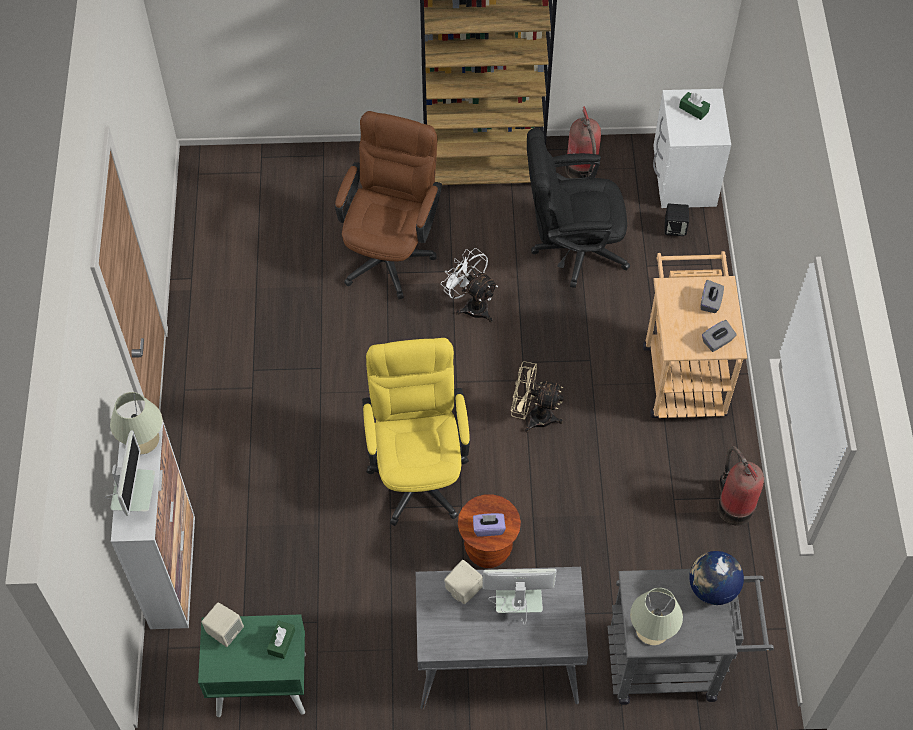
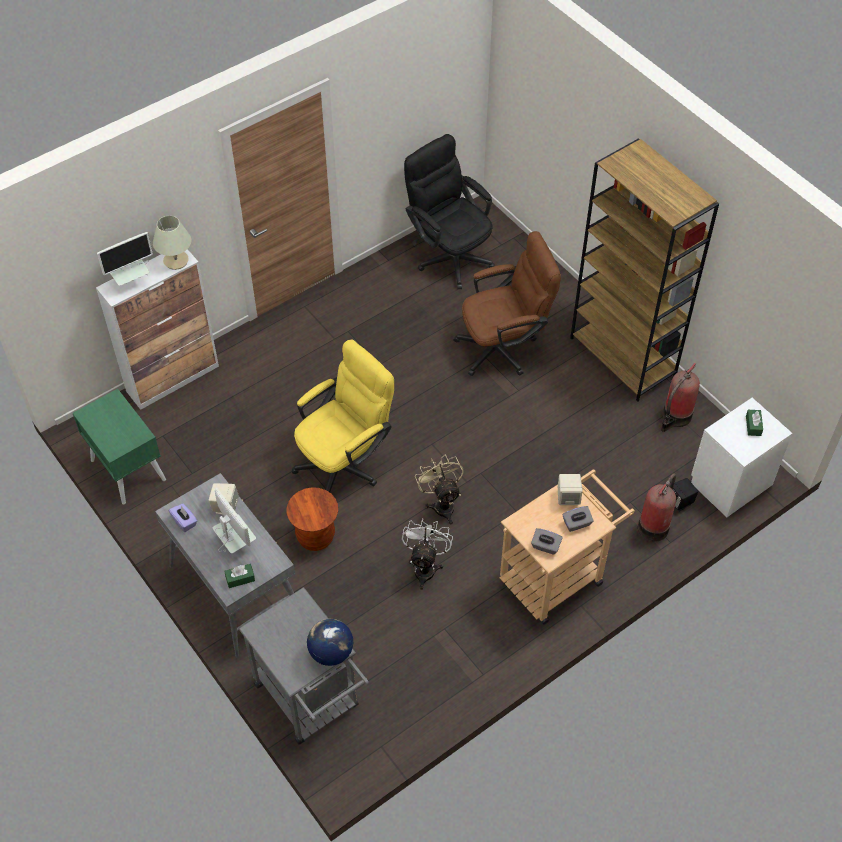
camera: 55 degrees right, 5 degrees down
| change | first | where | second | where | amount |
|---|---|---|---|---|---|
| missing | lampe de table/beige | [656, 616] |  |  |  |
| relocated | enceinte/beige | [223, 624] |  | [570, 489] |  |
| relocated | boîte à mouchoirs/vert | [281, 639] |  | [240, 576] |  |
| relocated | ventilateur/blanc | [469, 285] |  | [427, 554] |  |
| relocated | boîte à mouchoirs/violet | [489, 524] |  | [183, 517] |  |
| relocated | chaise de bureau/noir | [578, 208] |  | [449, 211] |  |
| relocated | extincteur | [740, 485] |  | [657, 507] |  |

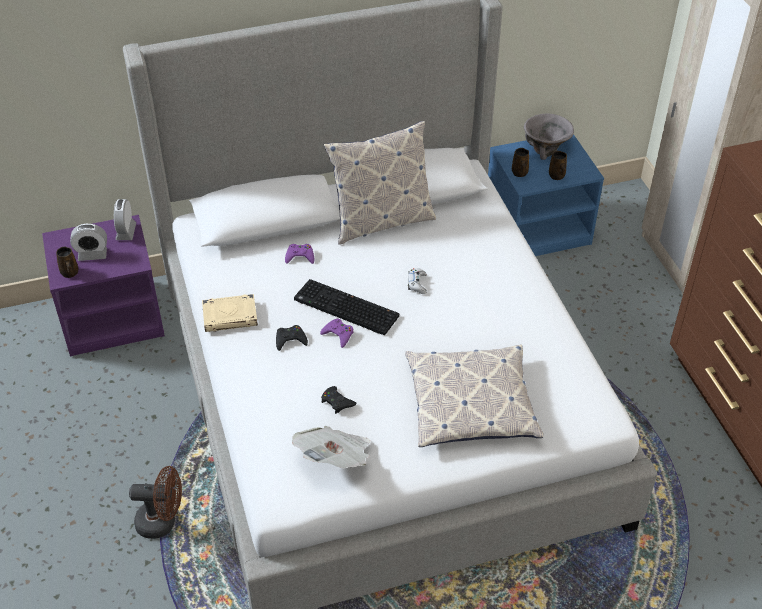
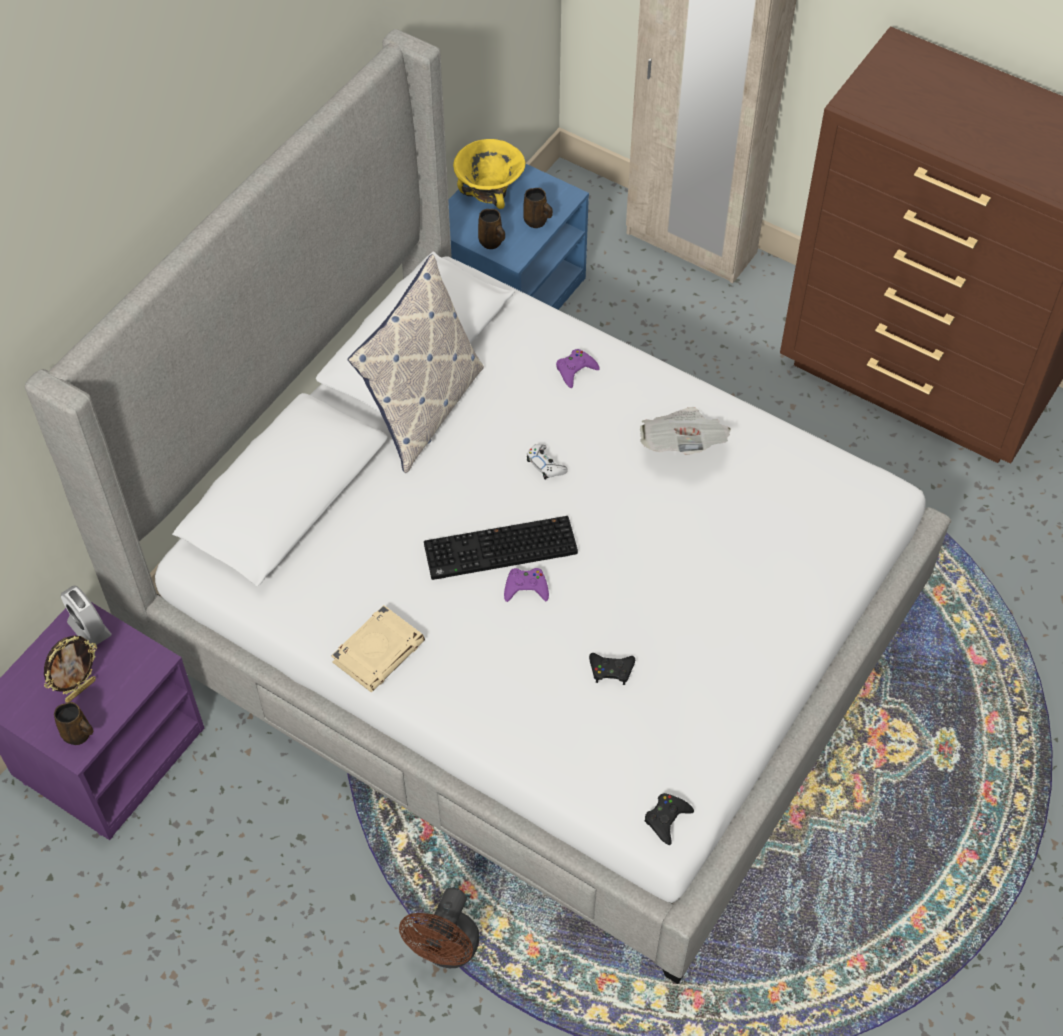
camera: 40 degrees left, 10 degrees up
| change | first | where | second | where | amount |
|---|---|---|---|---|---|
| missing | coussin | [474, 395] |  |  |  |
| relocated | manette/noir | [292, 338] |  | [669, 819] |  |
| relocated | manette/violet | [299, 254] |  | [578, 368] |  |
| relocated | journal | [331, 447] |  | [685, 431] |  |
| exchanged | réveil | [88, 242] | cadre photo | [70, 668] |  |
| colour | bol/gris | [549, 137] | bol/jaune | [489, 174] |  |
| spun | ventilateur/marron | [155, 502] |  | [439, 927] | 150 degrees clockwise |

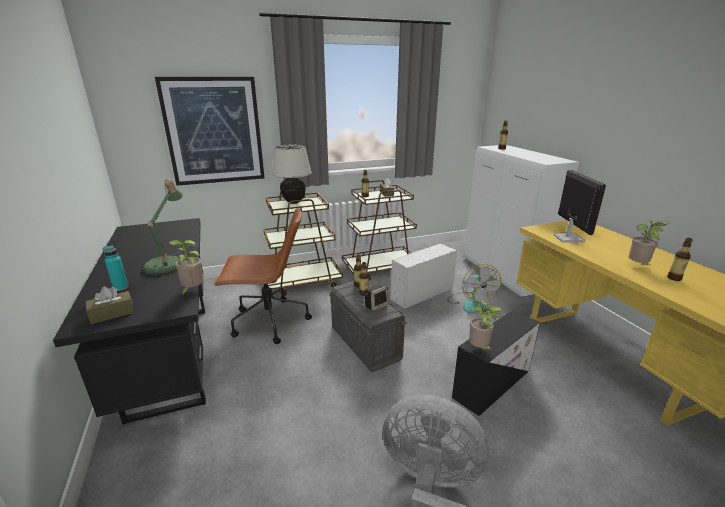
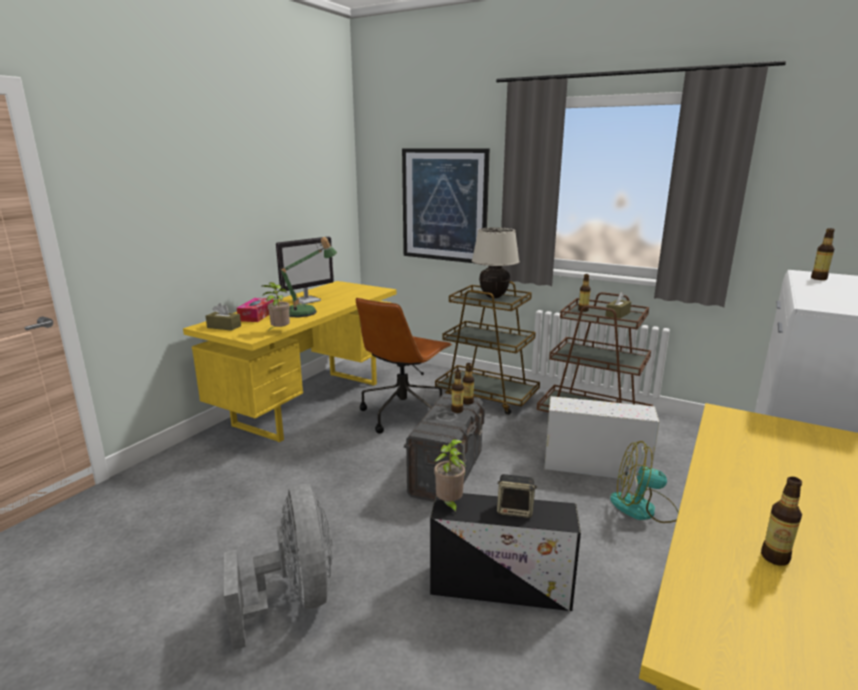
camera: 50 degrees right, 5 degrees down
| change | first | where | second | where | amount |
|---|---|---|---|---|---|
| missing | plante en pot | [649, 243] |  |  |  |
| relocated | enceinte | [377, 297] |  | [517, 496] |  |
| relocated | écran d'ordinateur | [579, 206] |  | [305, 270] |  |
| exchanged | bouteille/turquoise | [116, 268] | boîte à mouchoirs | [255, 310] |  |
| colour | bureau/noir | [129, 321] | bureau/jaune | [290, 361] |  |
| spun | chaise de bureau/marron | [263, 275] |  | [404, 366] | 75 degrees clockwise |
| spun | ventilateur | [474, 289] |  | [644, 482] | 60 degrees clockwise |

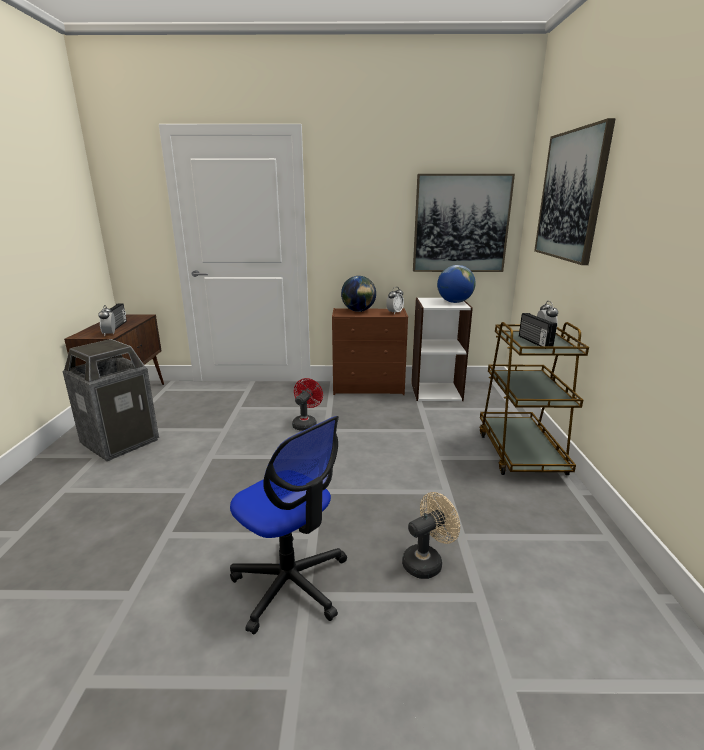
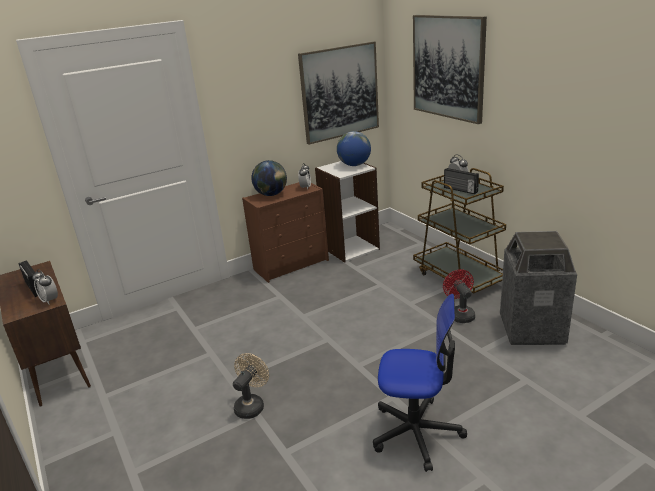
camera: 30 degrees left, 5 degrees up
| change | first | where | second | where | amount |
|---|---|---|---|---|---|
| relocated | poubelle | [111, 400] |  | [538, 288] |  |
| relocated | ventilateur/rouge | [307, 404] |  | [459, 296] |  |
| relocated | ventilateur/beige | [431, 535] |  | [251, 386] |  |

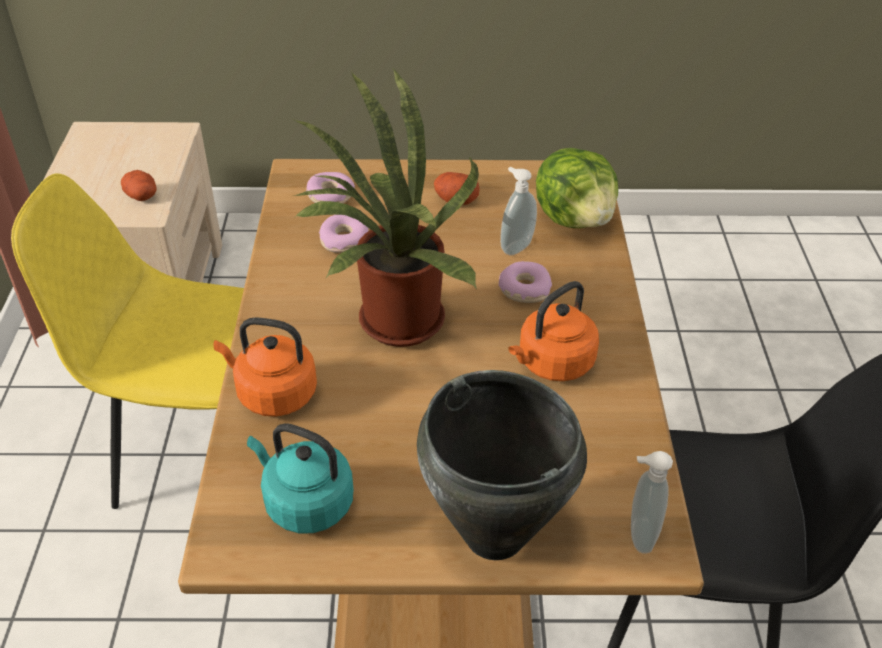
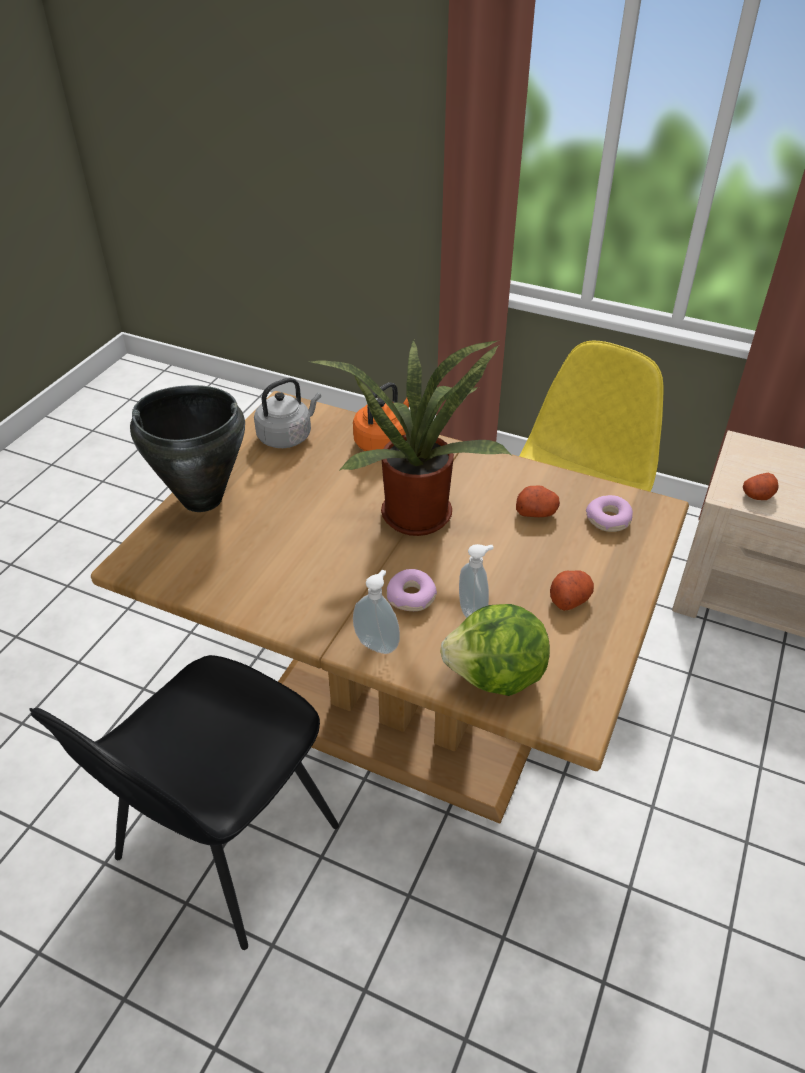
camera: 115 degrees right, 0 degrees up
| change | first | where | second | where | amount |
|---|---|---|---|---|---|
| missing | bouilloire/orange | [553, 331] |  |  |  |
| relocated | distributeur de savon | [652, 502] |  | [376, 611] |  |
| exchanged | beignet | [344, 234] | pomme de terre | [538, 501] |  |
| colour | bouilloire/turquoise | [300, 478] | bouilloire/gris | [287, 413] |  |

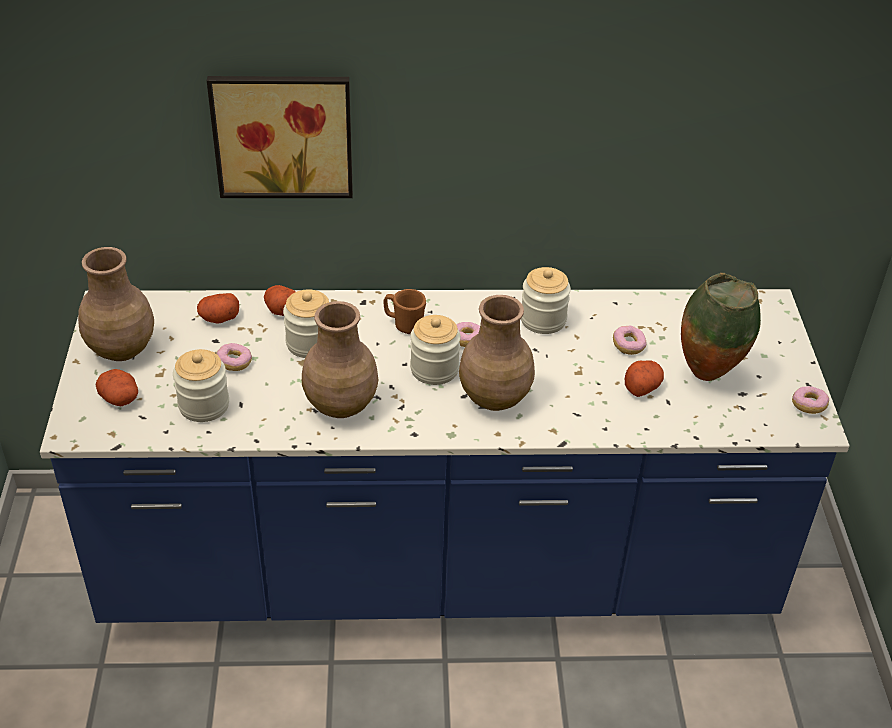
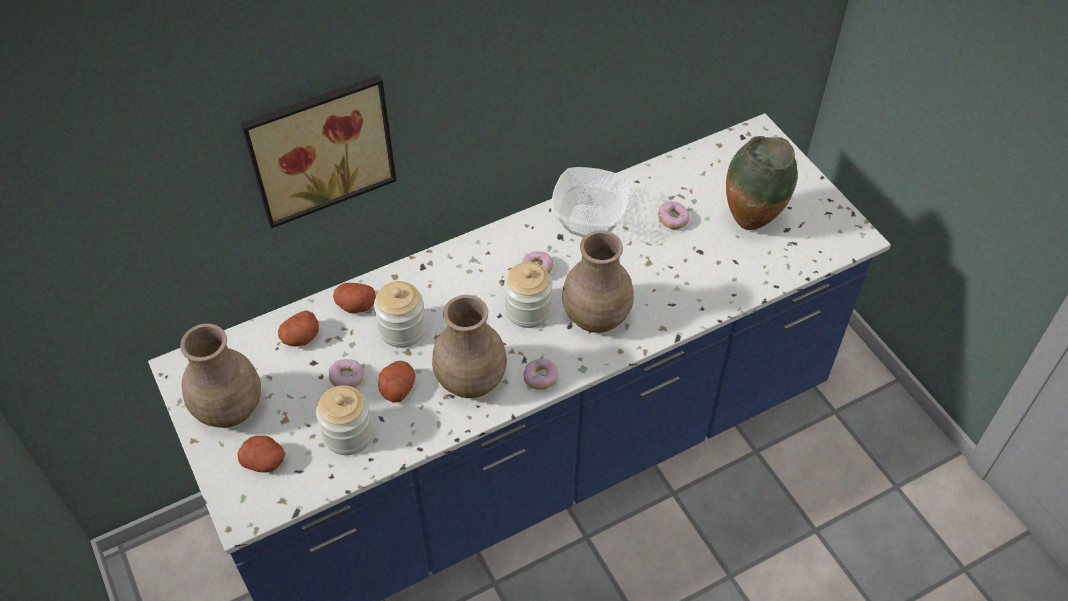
camera: 25 degrees left, 10 degrees up
| change | first | where | second | where | amount |
|---|---|---|---|---|---|
| missing | mug/marron | [405, 311] |  |  |  |
| relocated | pomme de terre | [644, 379] |  | [396, 382] |  |
| relocated | beignet | [810, 400] |  | [541, 374] |  |
| exchanged | bocal | [546, 300] | bol | [591, 202] |  |

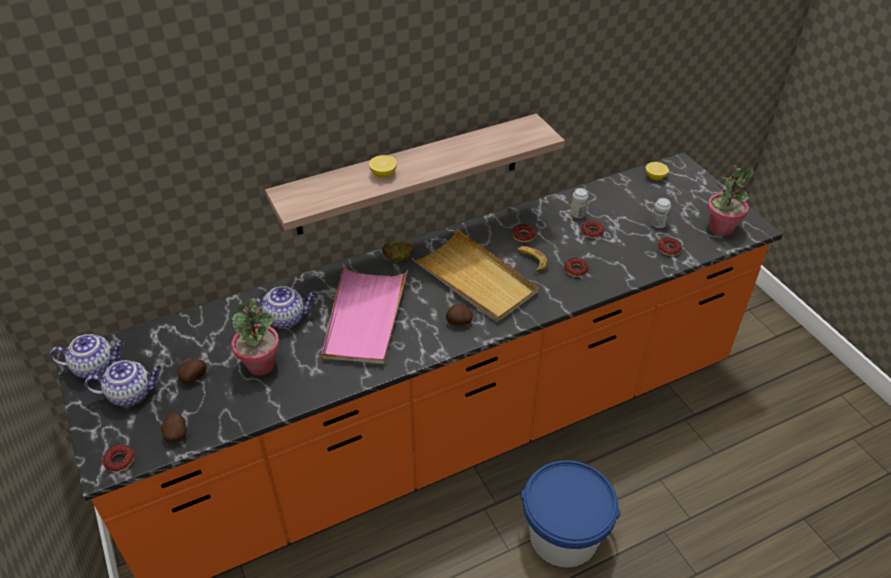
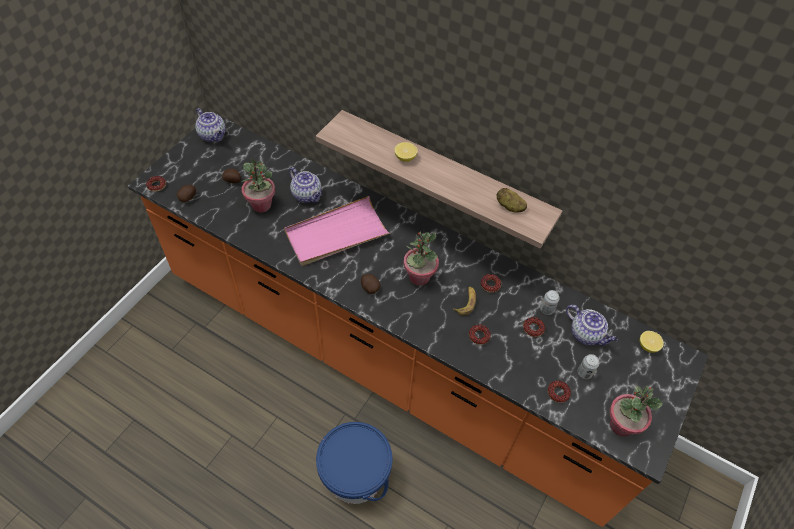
camera: 55 degrees right, 10 degrees up
| change | first | where | second | where | amount |
|---|---|---|---|---|---|
| relocated | théière | [123, 383] |  | [592, 325] |  |
| relocated | pomme de terre | [397, 250] |  | [512, 200] |  |
| exchanged | plateau/beige | [475, 275] | plante en pot | [421, 258] |  |

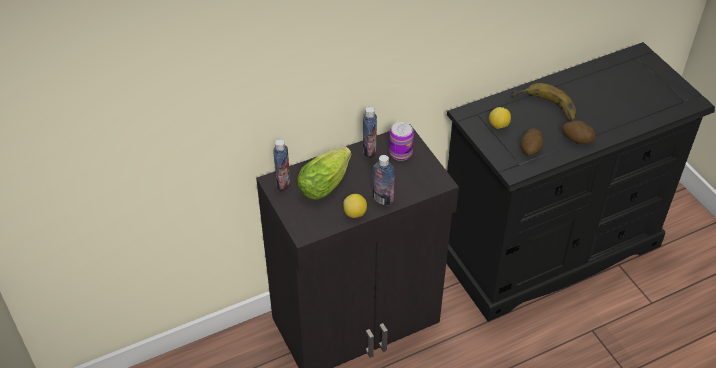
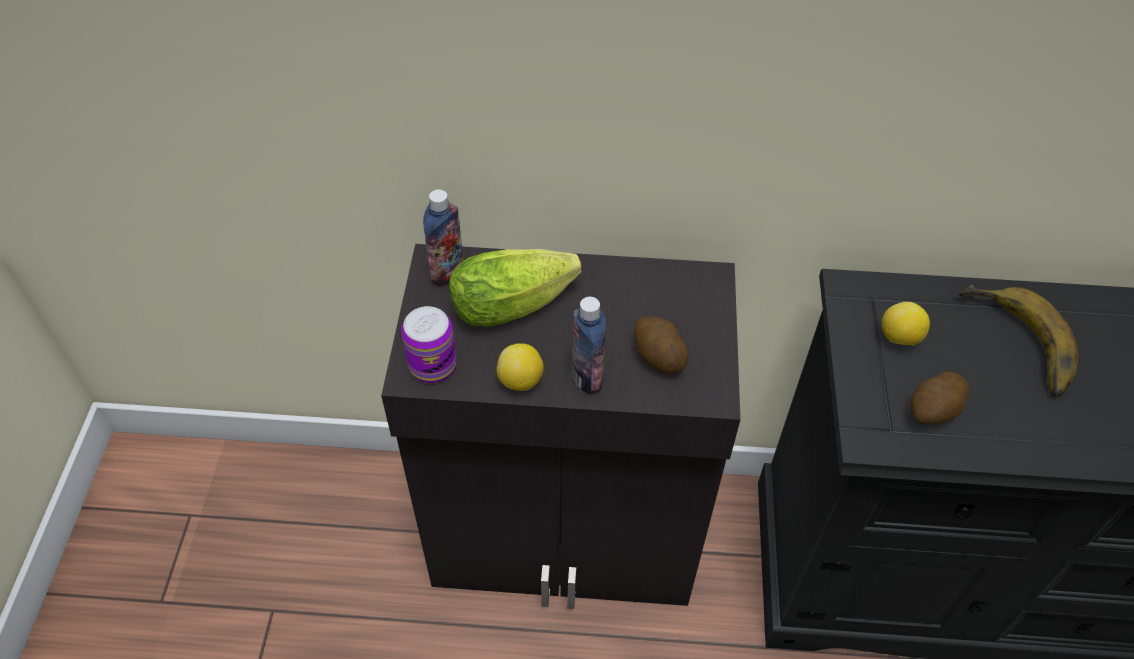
camera: 30 degrees right, 5 degrees up
| change | first | where | second | where | amount |
|---|---|---|---|---|---|
| missing | bouteille | [370, 132] |  |  |  |
| relocated | boîte métallique | [401, 141] |  | [429, 344] |  |
| relocated | pomme de terre | [578, 132] |  | [661, 345] |  |

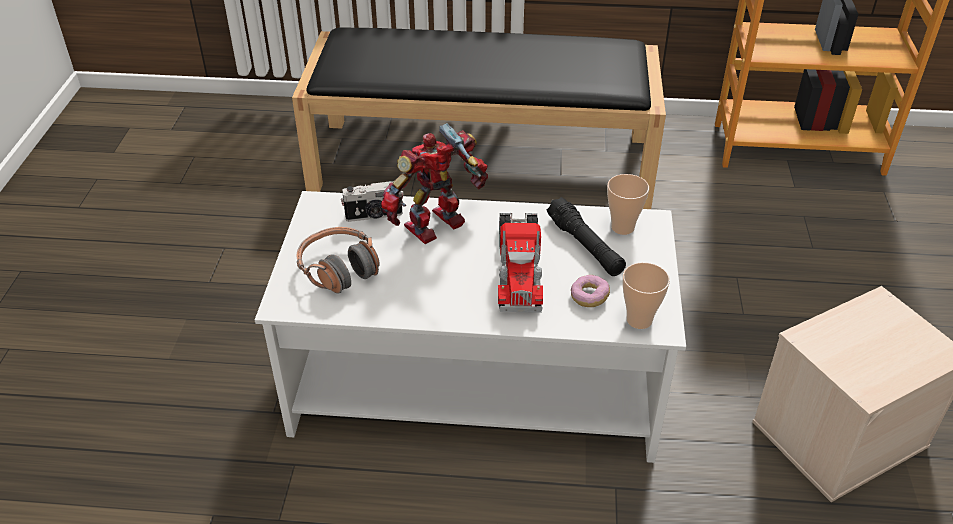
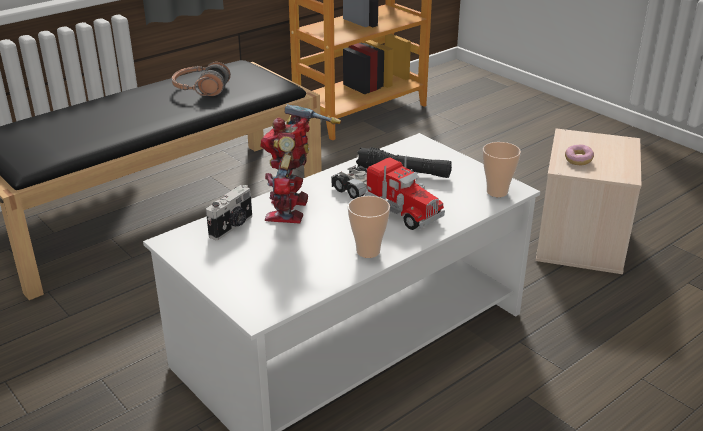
camera: 45 degrees left, 10 degrees down
| change | first | where | second | where | amount |
|---|---|---|---|---|---|
| relocated | casque audio | [338, 260] |  | [201, 79] |  |
| relocated | beignet | [590, 291] |  | [579, 155] |  |
| relocated | tasse | [628, 204] |  | [369, 227] |  |

